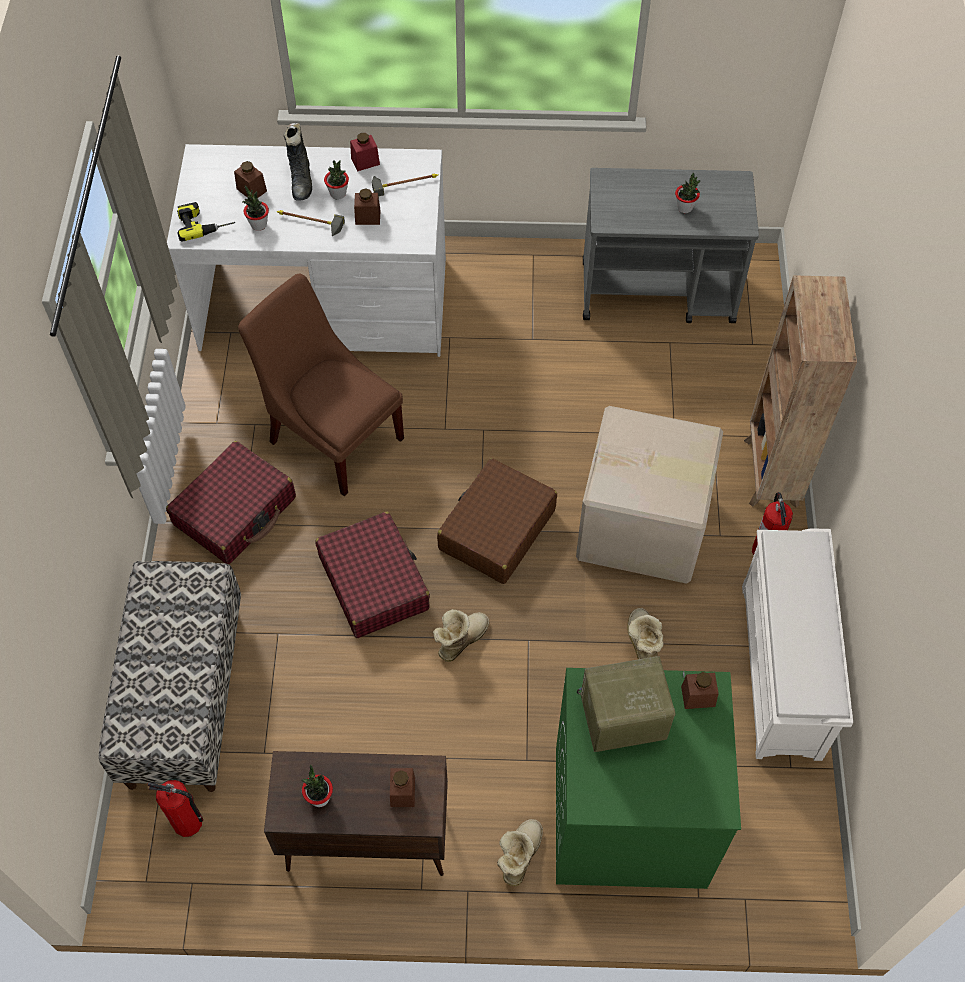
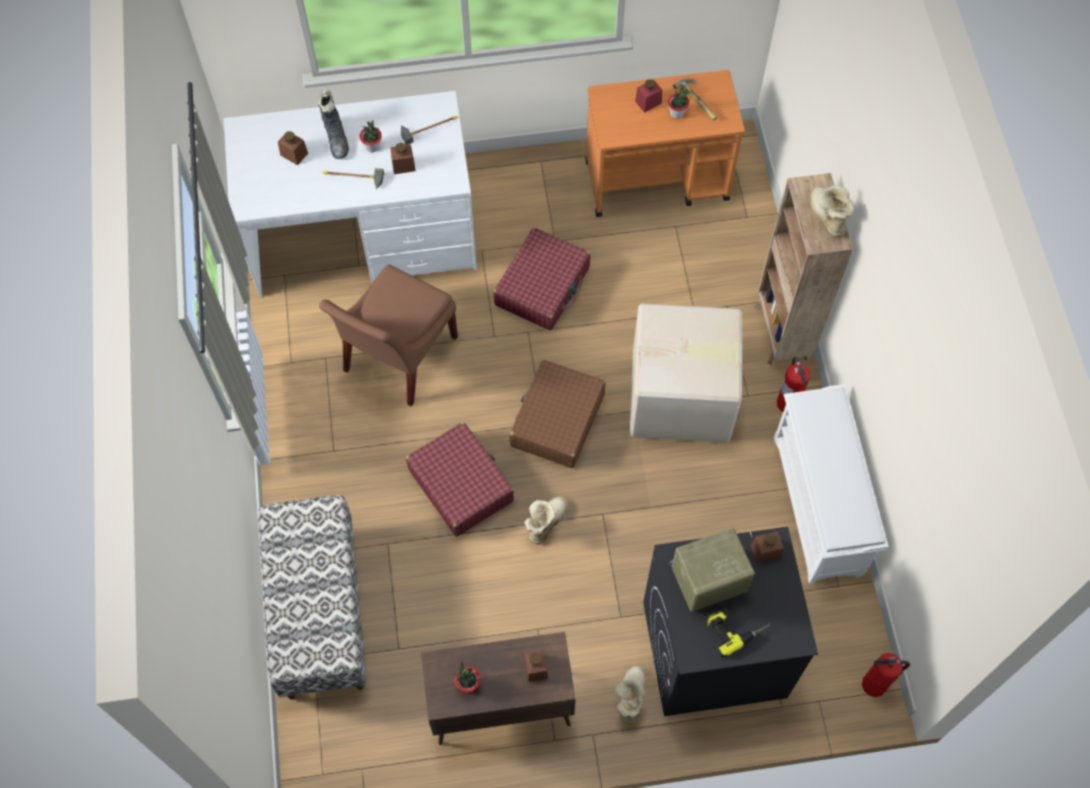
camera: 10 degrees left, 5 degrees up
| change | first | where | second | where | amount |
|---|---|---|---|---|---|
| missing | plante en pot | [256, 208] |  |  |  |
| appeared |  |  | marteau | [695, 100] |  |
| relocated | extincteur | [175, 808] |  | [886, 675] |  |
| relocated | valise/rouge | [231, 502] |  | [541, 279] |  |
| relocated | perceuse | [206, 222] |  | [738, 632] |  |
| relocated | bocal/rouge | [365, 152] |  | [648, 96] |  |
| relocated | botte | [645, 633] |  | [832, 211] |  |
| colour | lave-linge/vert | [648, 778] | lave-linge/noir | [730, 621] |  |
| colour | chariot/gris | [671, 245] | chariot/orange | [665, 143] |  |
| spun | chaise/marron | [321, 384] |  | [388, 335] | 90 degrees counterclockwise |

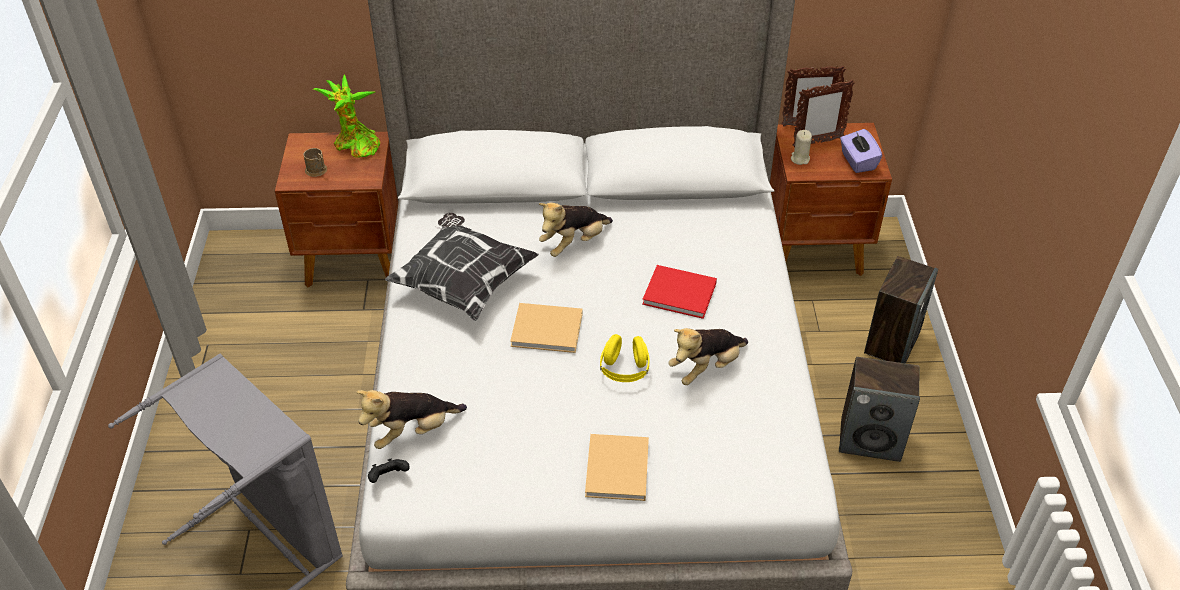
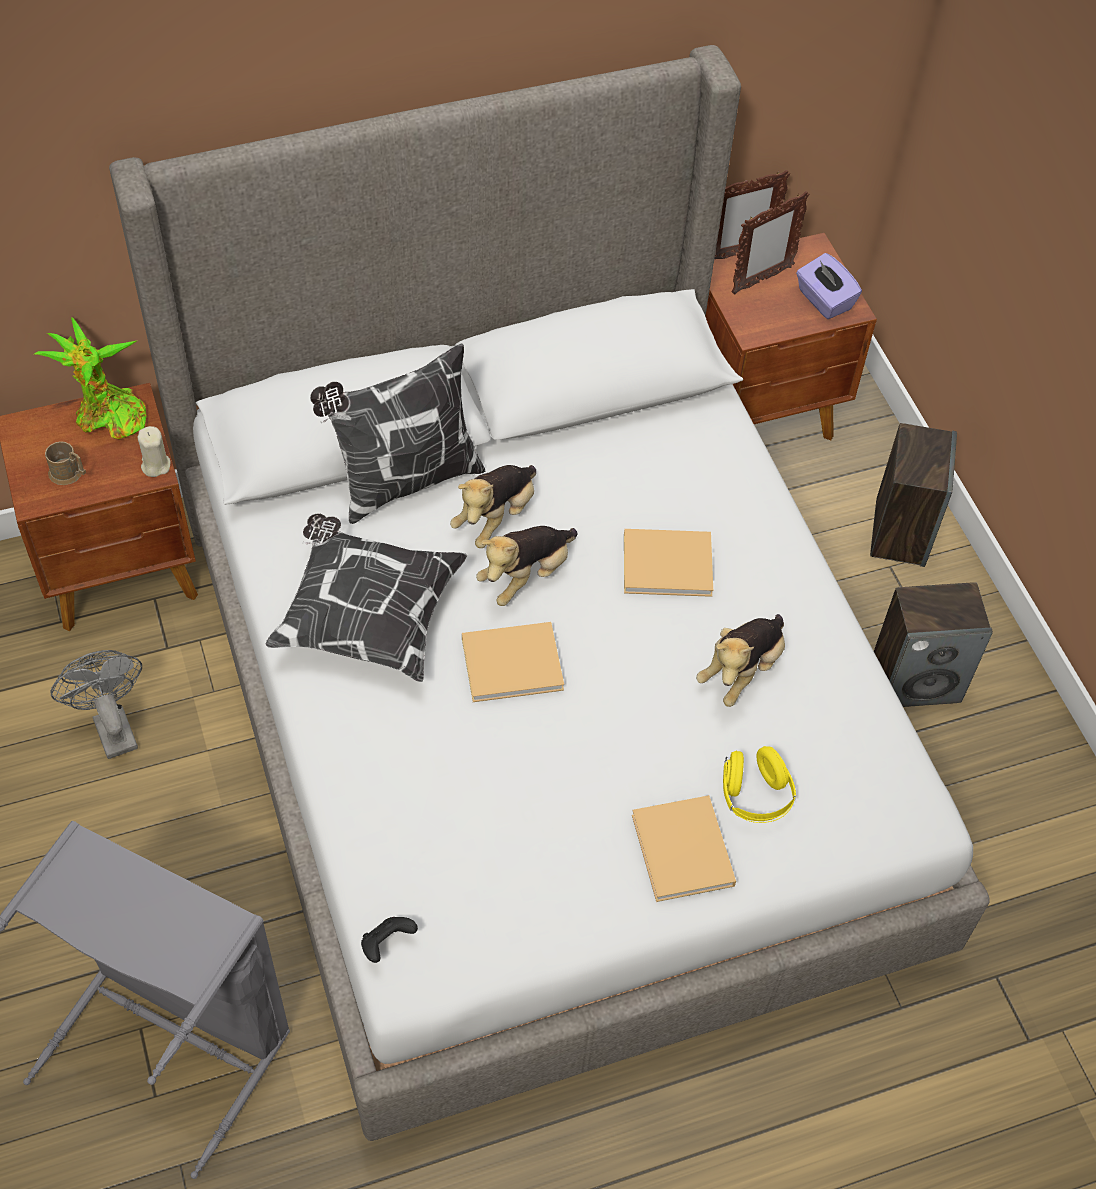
camera: 20 degrees left, 10 degrees up
| change | first | where | second | where | amount |
|---|---|---|---|---|---|
| appeared |  |  | ventilateur/gris | [96, 704] |  |
| appeared |  |  | coussin | [397, 434] |  |
| relocated | peluche | [411, 419] |  | [526, 566] |  |
| relocated | casque audio/jaune | [625, 358] |  | [759, 784] |  |
| relocated | bougie/beige | [801, 147] |  | [154, 451] |  |
| colour | livre/rouge | [679, 292] | livre/beige | [668, 563] |  |

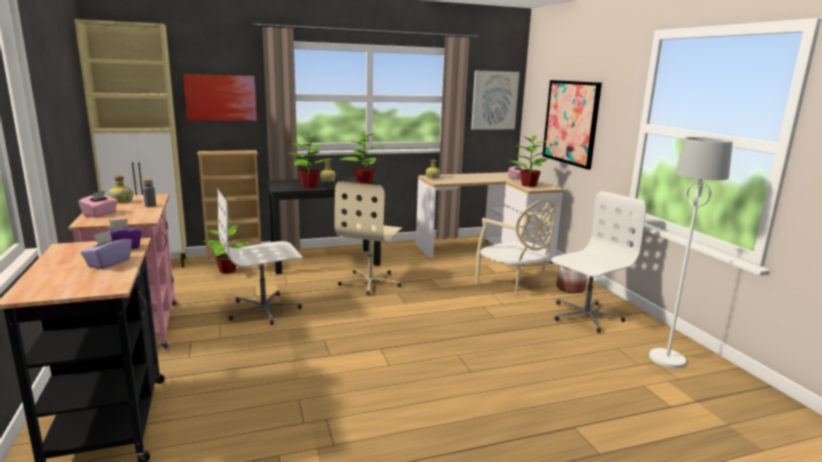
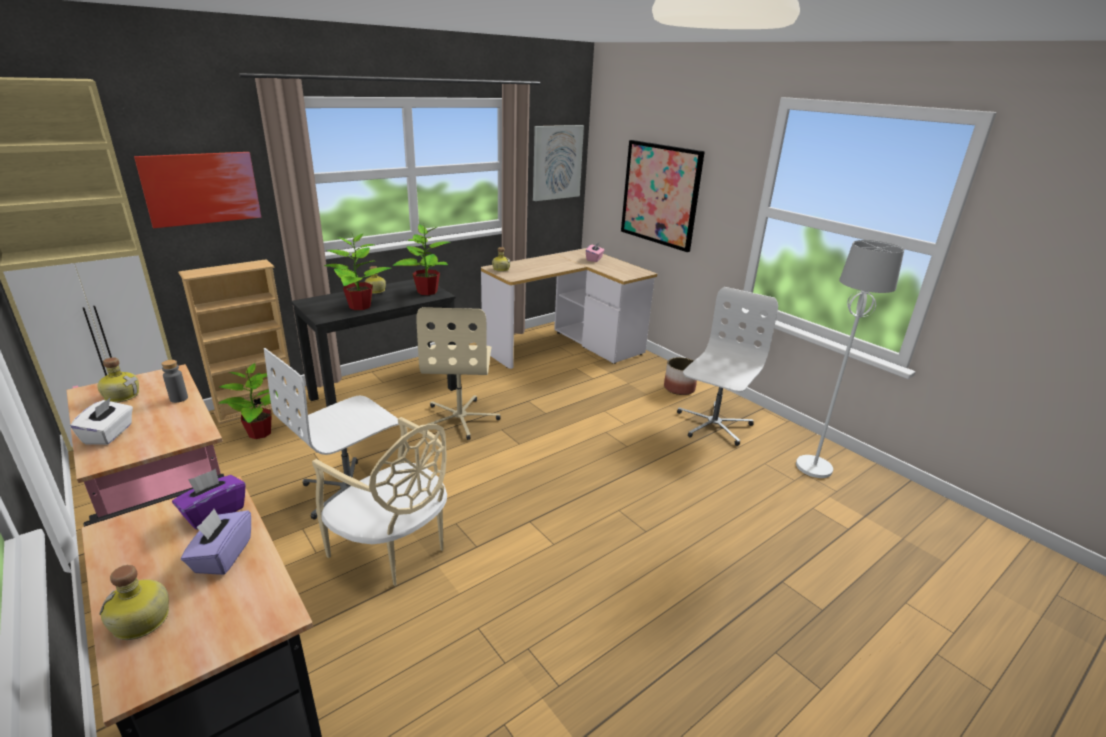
camera: 20 degrees left, 10 degrees up
| change | first | where | second | where | amount |
|---|---|---|---|---|---|
| missing | plante en pot | [530, 161] |  |  |  |
| appeared |  |  | bouteille | [134, 602] |  |
| relocated | chaise/beige | [515, 248] |  | [379, 501] |  |
| colour | boîte à mouchoirs/rose | [98, 204] | boîte à mouchoirs/blanc | [101, 421] |  |

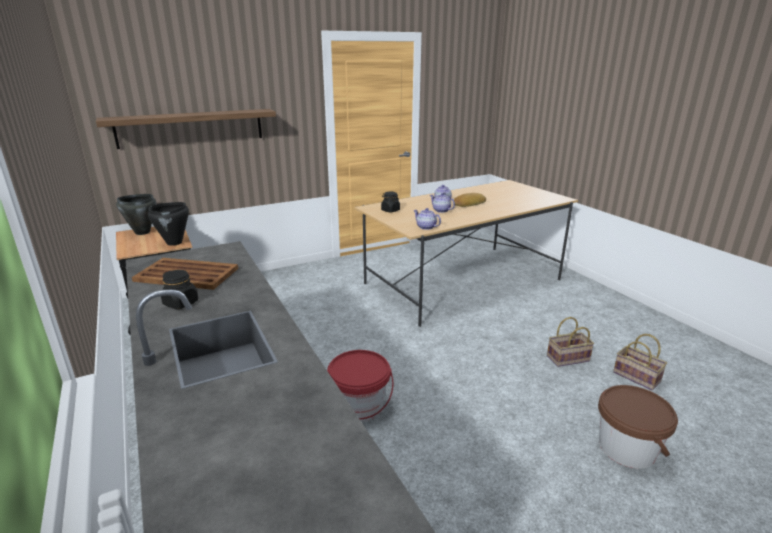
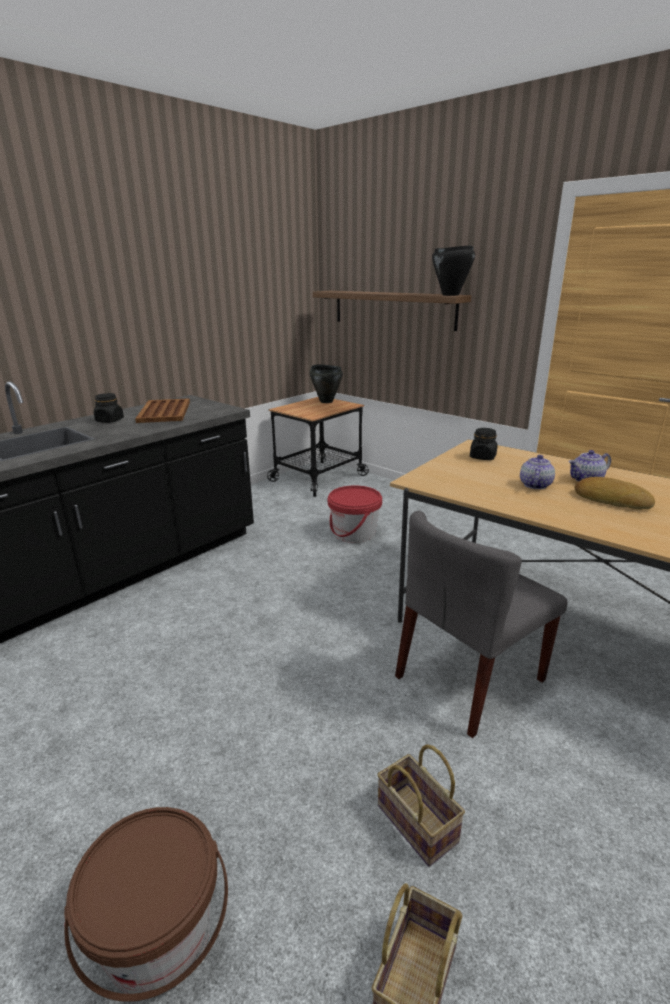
camera: 70 degrees right, 0 degrees up
| change | first | where | second | where | amount |
|---|---|---|---|---|---|
| missing | théière | [427, 219] |  |  |  |
| appeared |  |  | chaise/gris | [481, 624] |  |
| relocated | marmite/noir | [168, 224] |  | [453, 271] |  |
| relocated | seau/rouge | [360, 386] |  | [355, 514] |  |

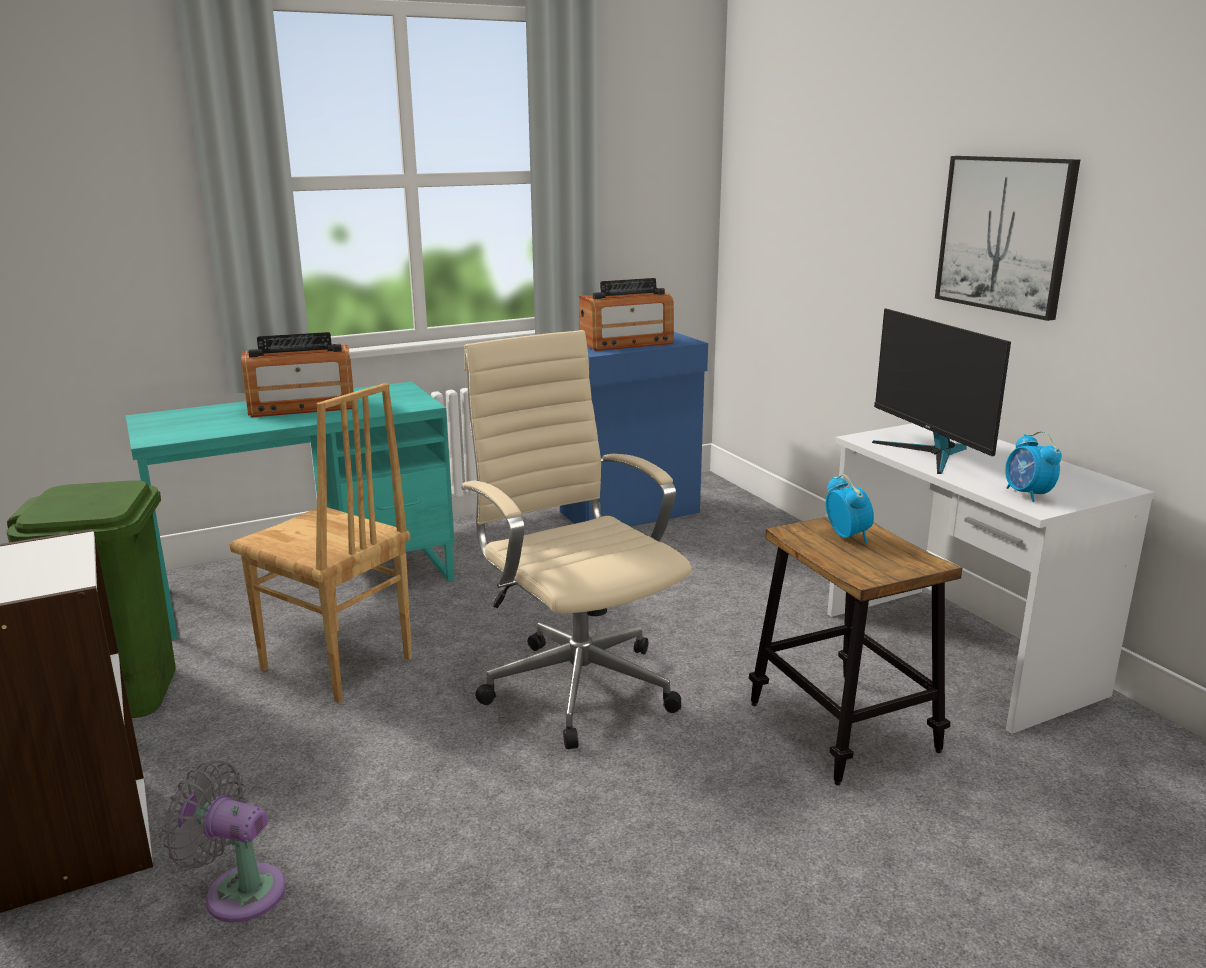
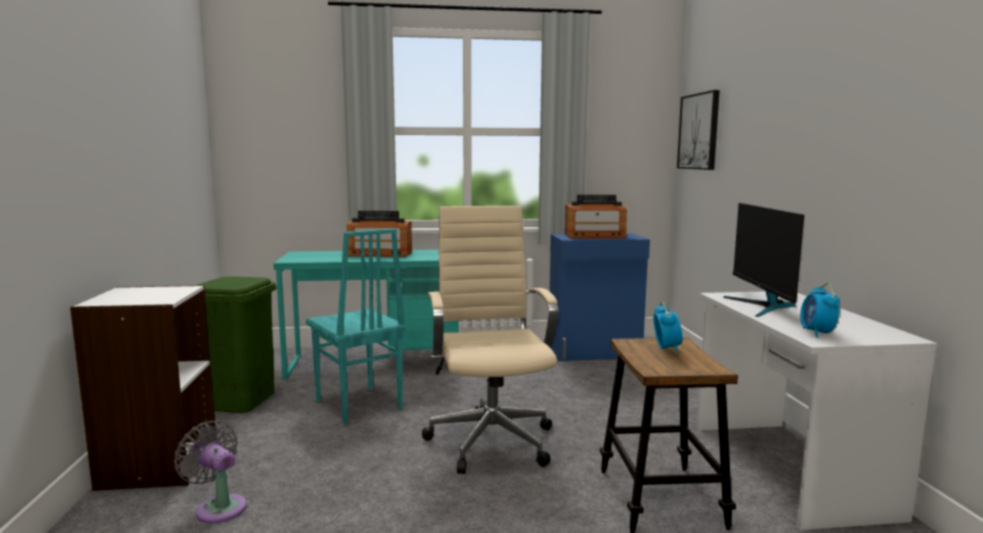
camera: 20 degrees right, 10 degrees down
| change | first | where | second | where | amount |
|---|---|---|---|---|---|
| relocated | tableau | [1007, 238] |  | [698, 130] |  |
| colour | chaise/marron | [321, 543] | chaise/turquoise | [356, 326] |  |

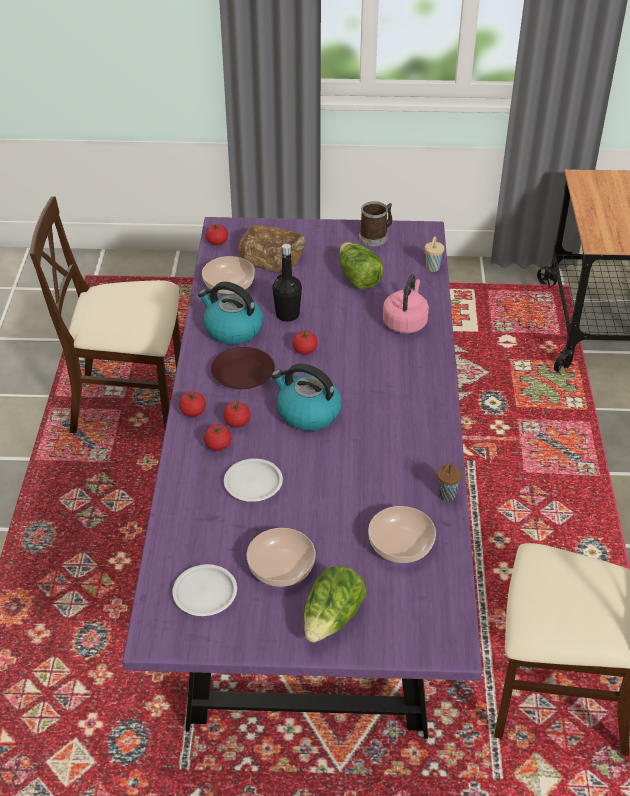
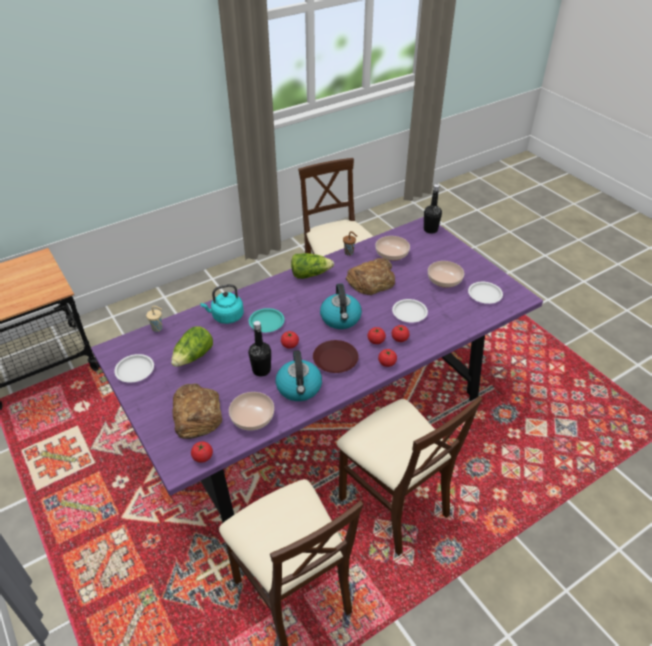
camera: 125 degrees left, 0 degrees up
| change | first | where | second | where | amount |
|---|---|---|---|---|---|
| appeared |  |  | assiette/turquoise | [267, 320] |  |
| appeared |  |  | chaise/beige | [409, 476] |  |
| appeared |  |  | pain | [370, 276] |  |
| appeared |  |  | bouteille/noir | [433, 209] |  |
| relocated | laitue | [335, 604] |  | [312, 266] |  |
| exchanged | mug | [375, 223] | assiette/blanc | [134, 368] |  |
| colour | bouilloire/rose | [406, 304] | bouilloire/turquoise | [222, 304] |  |

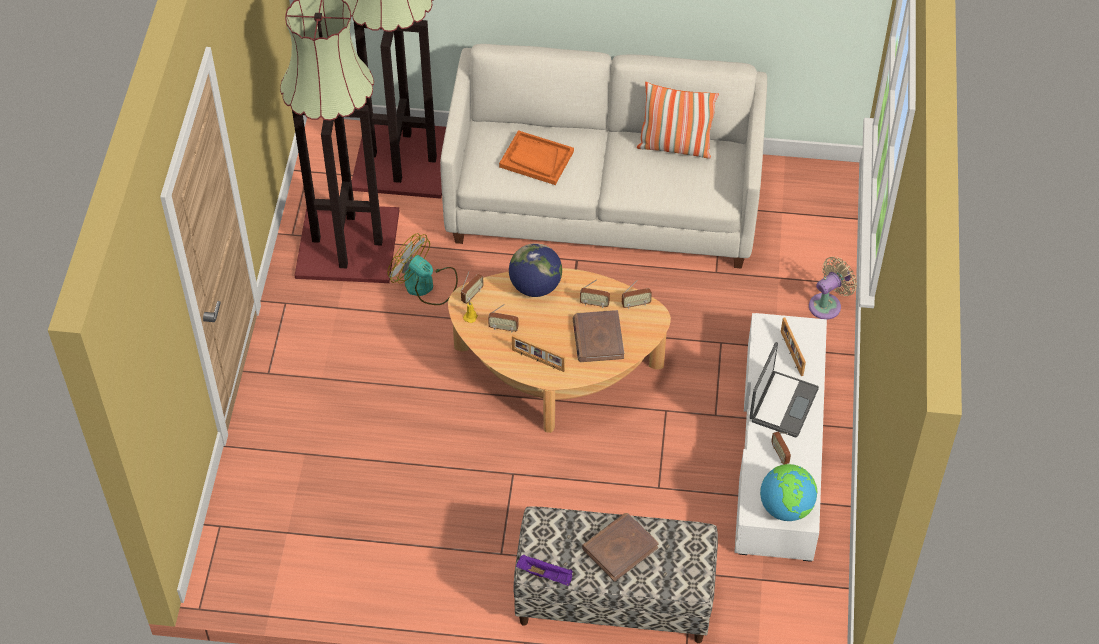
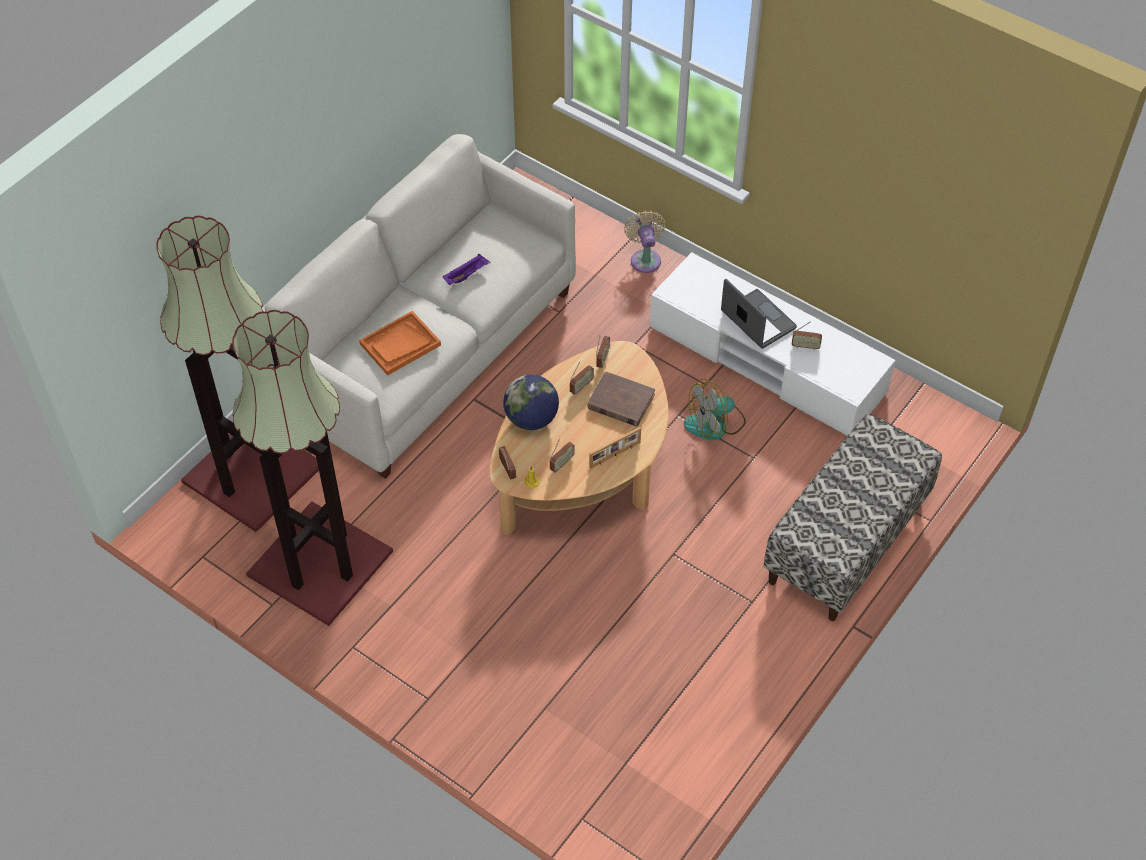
camera: 60 degrees left, 0 degrees up
| change | first | where | second | where | amount |
|---|---|---|---|---|---|
| missing | livre/marron | [620, 547] |  |  |  |
| missing | coussin | [678, 120] |  |  |  |
| missing | globe | [788, 492] |  |  |  |
| missing | cadre photo | [793, 347] |  |  |  |
| relocated | ventilateur | [422, 269] |  | [715, 409] |  |
| relocated | plateau/violet | [544, 570] |  | [466, 269] |  |

